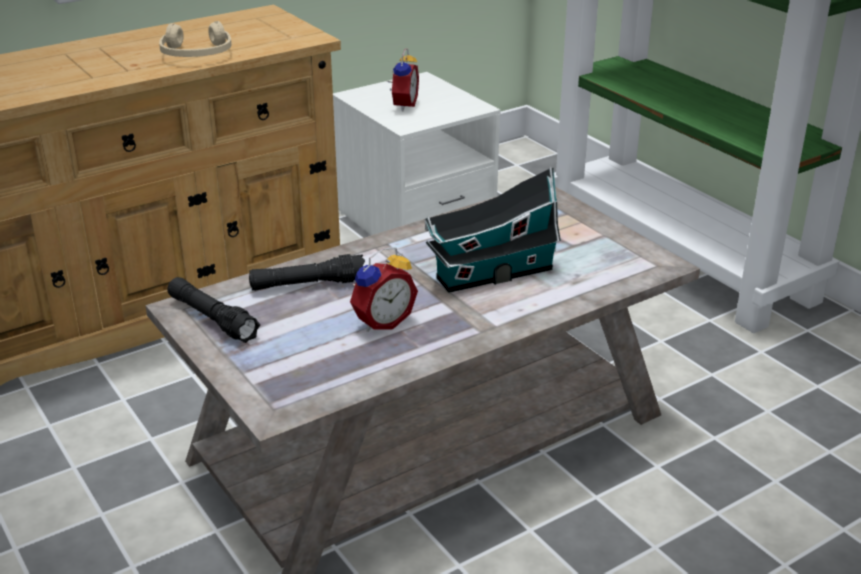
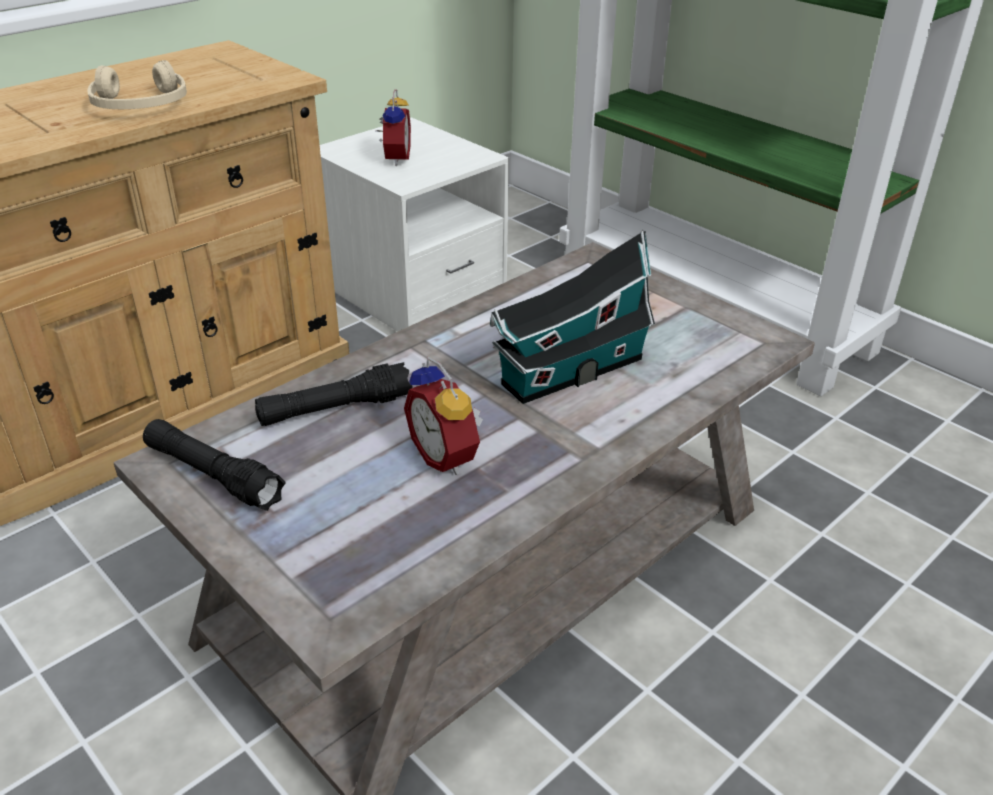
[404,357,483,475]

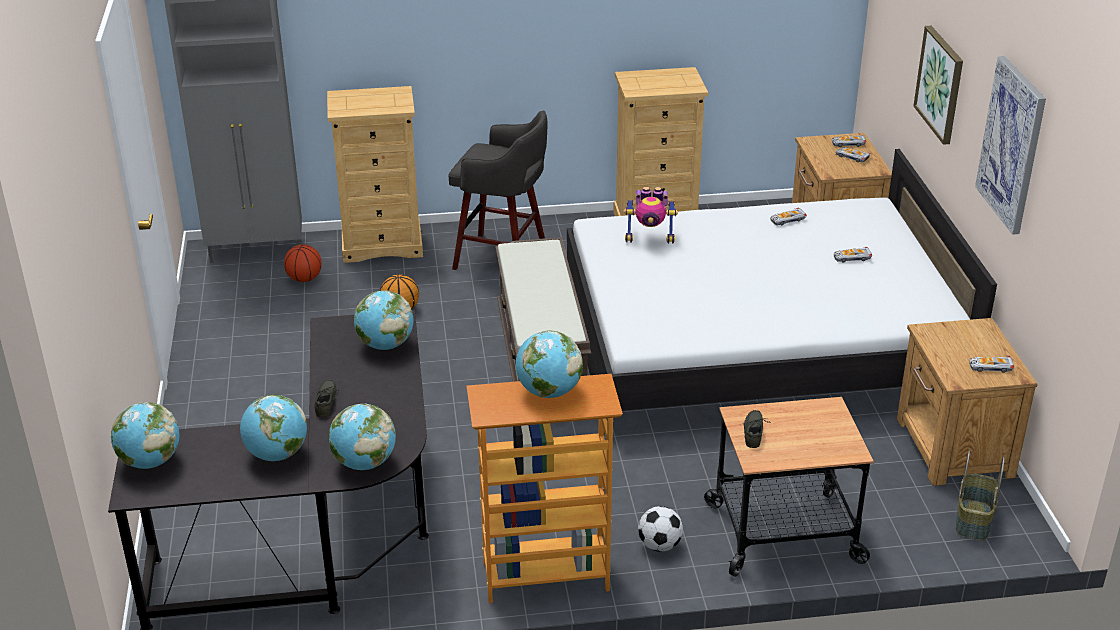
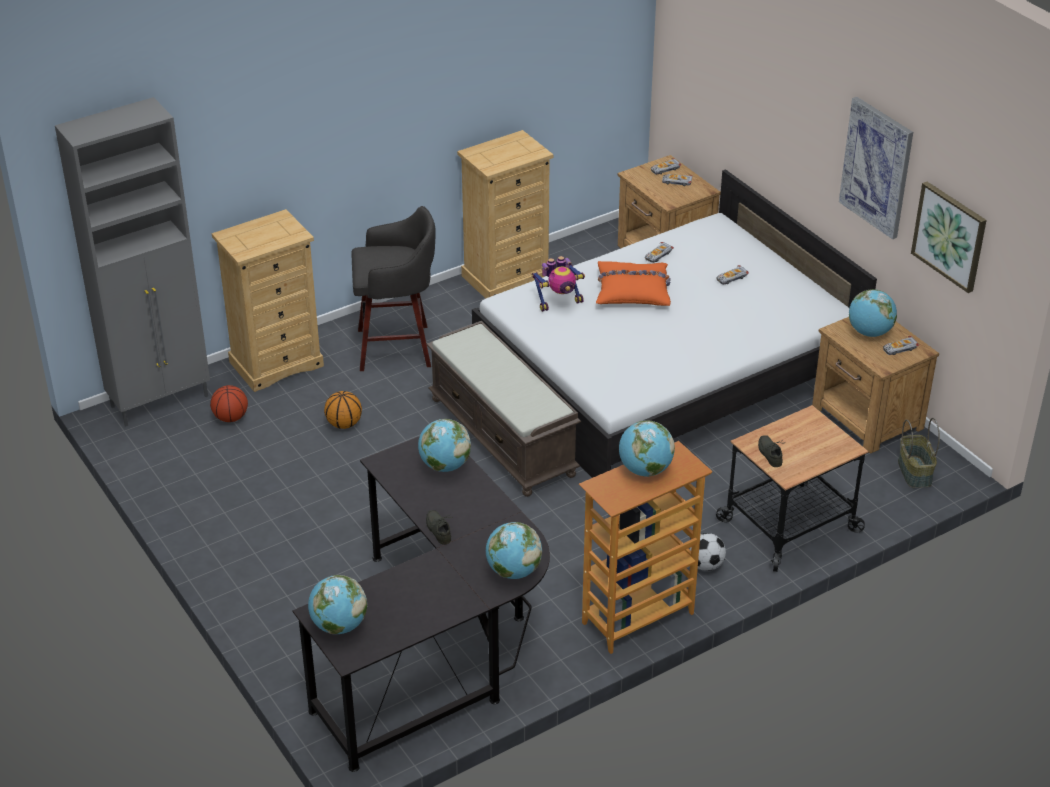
[596,261,671,306]
[849,289,897,337]
[911,182,987,293]

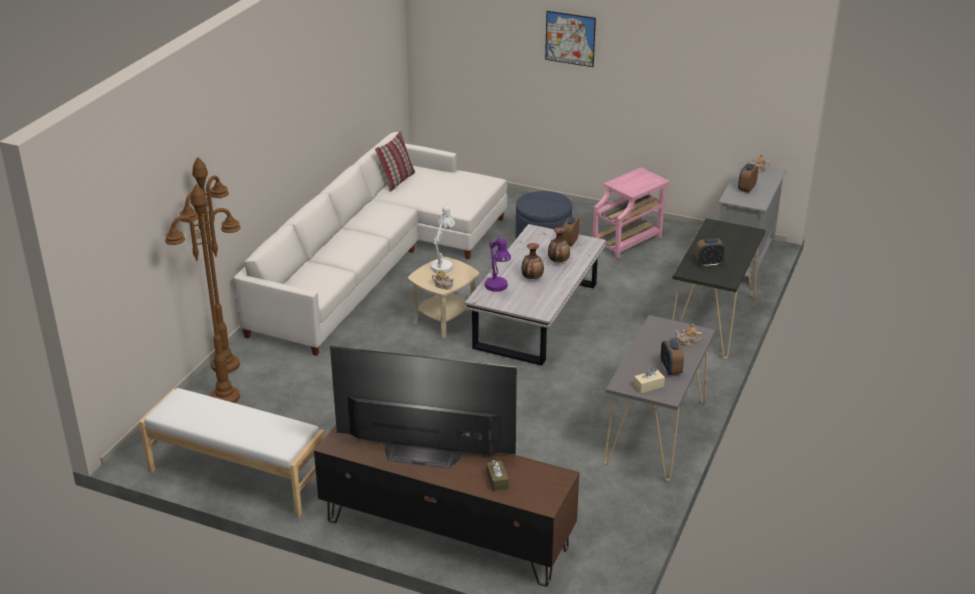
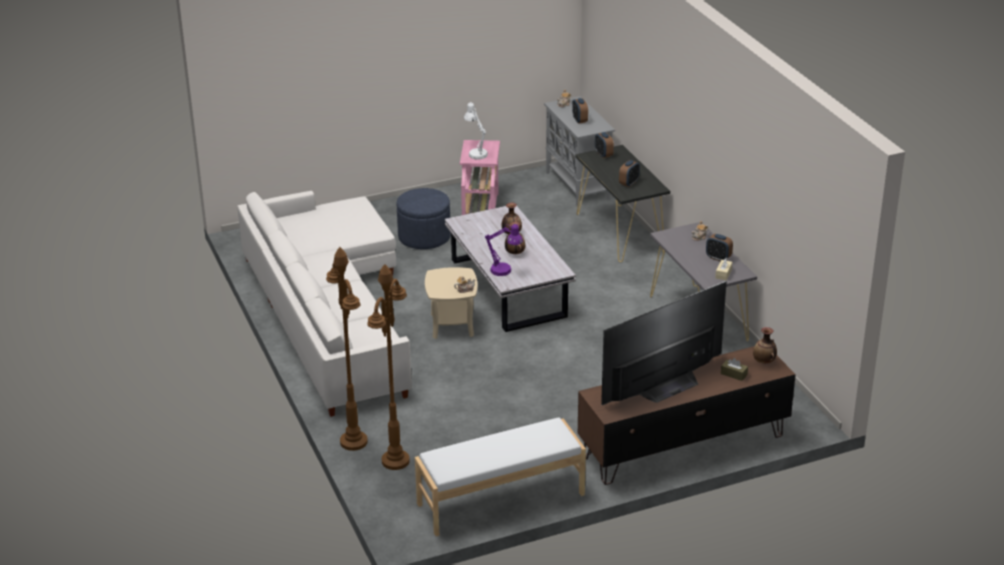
[375,131,415,192] (first image)
[545,11,596,67] (first image)
[753,327,777,363]
[464,102,488,160]
[595,132,614,158]

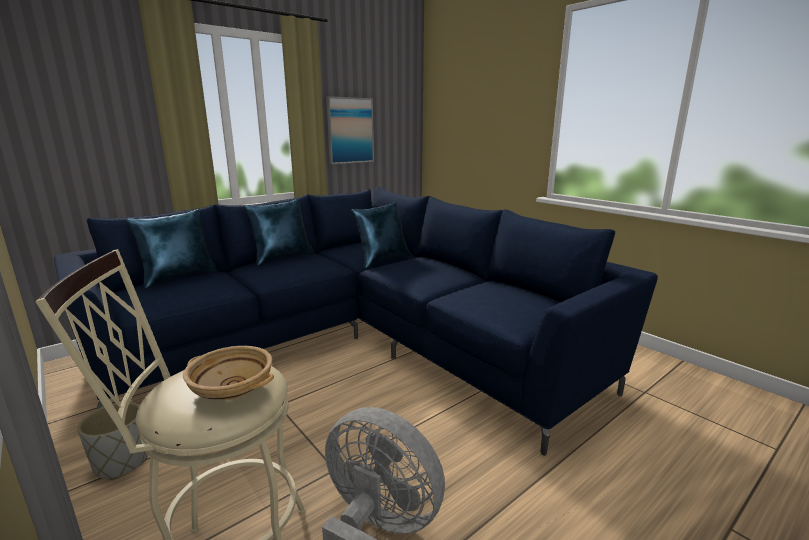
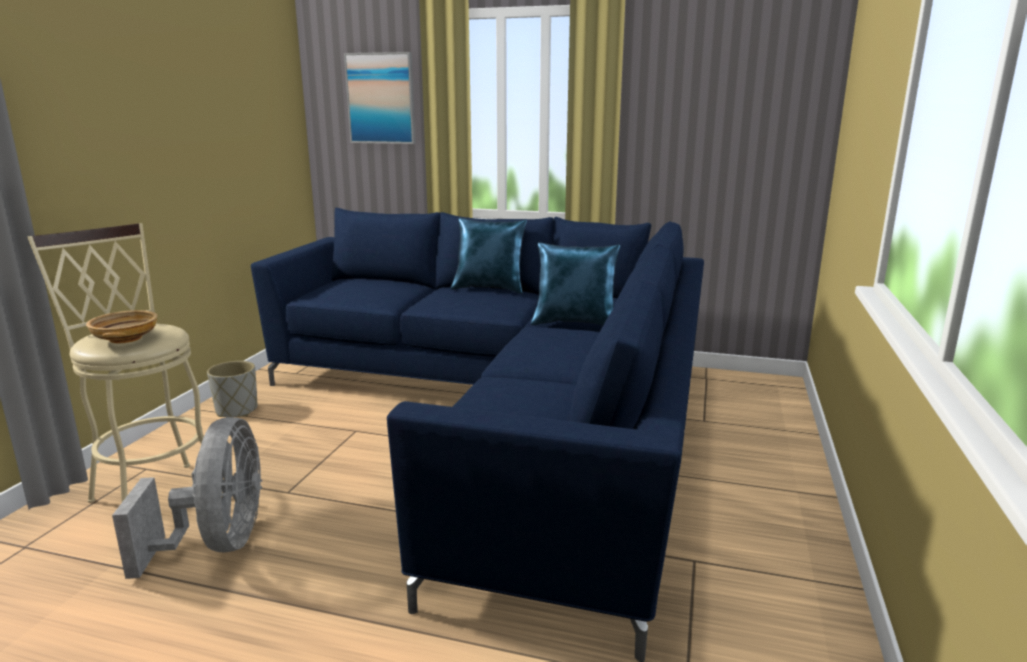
[126,209,219,289] (first image)
[344,52,416,144]

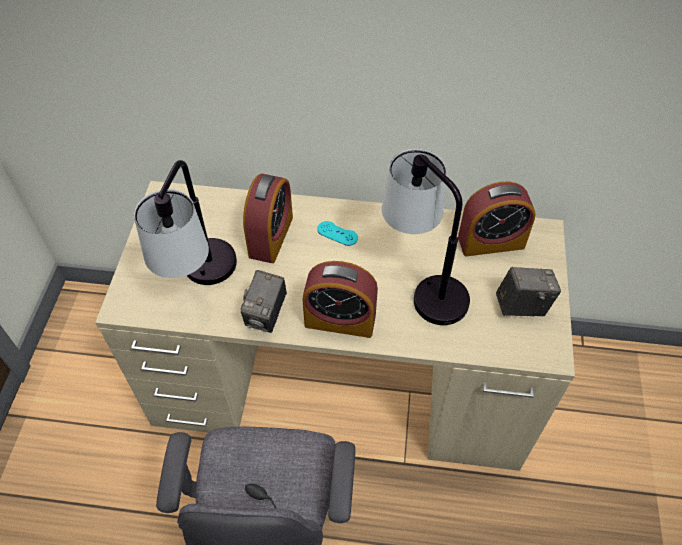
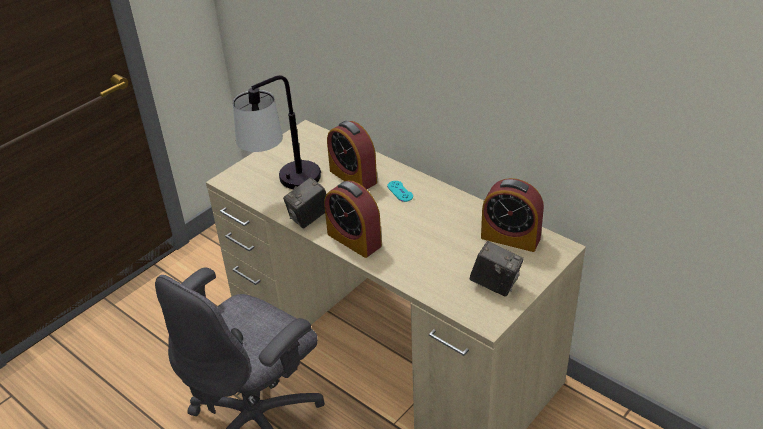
[382,149,470,325] (first image)
[327,121,377,189]

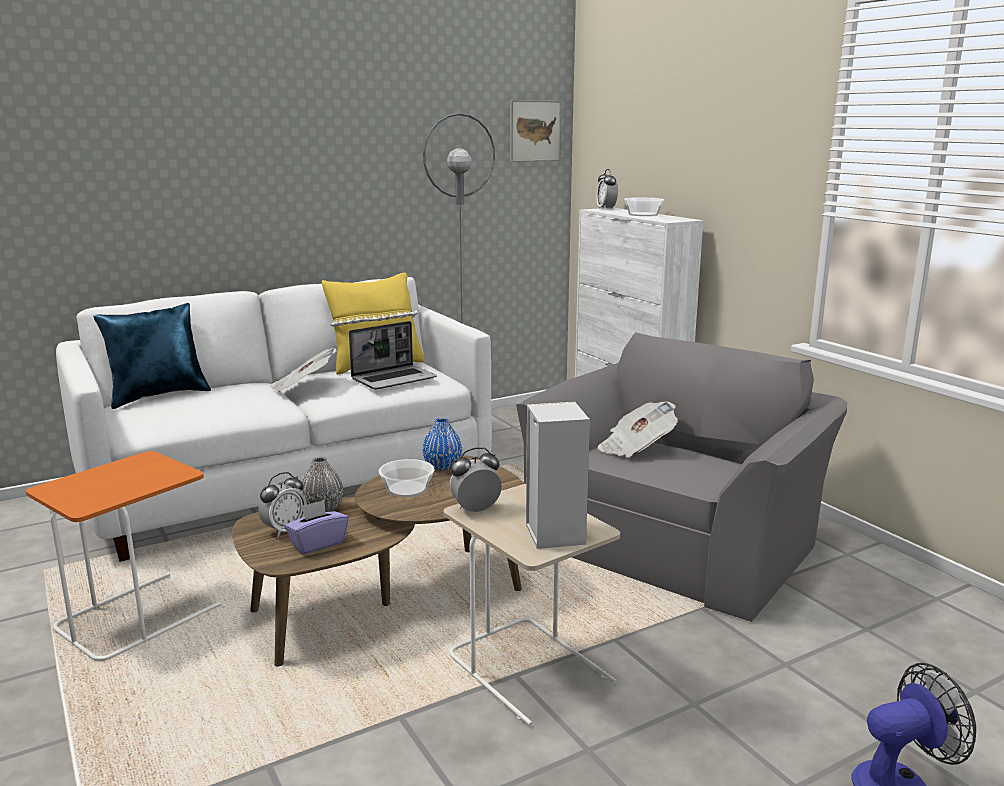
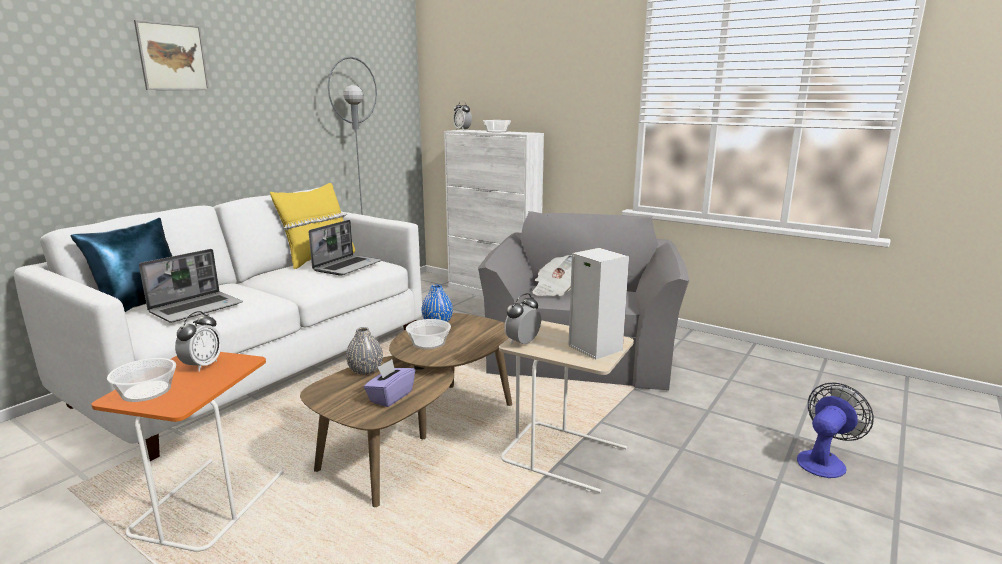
[271,348,337,392] (first image)
[107,358,176,402]
[139,249,243,323]
[175,311,222,372]
[134,20,209,90]

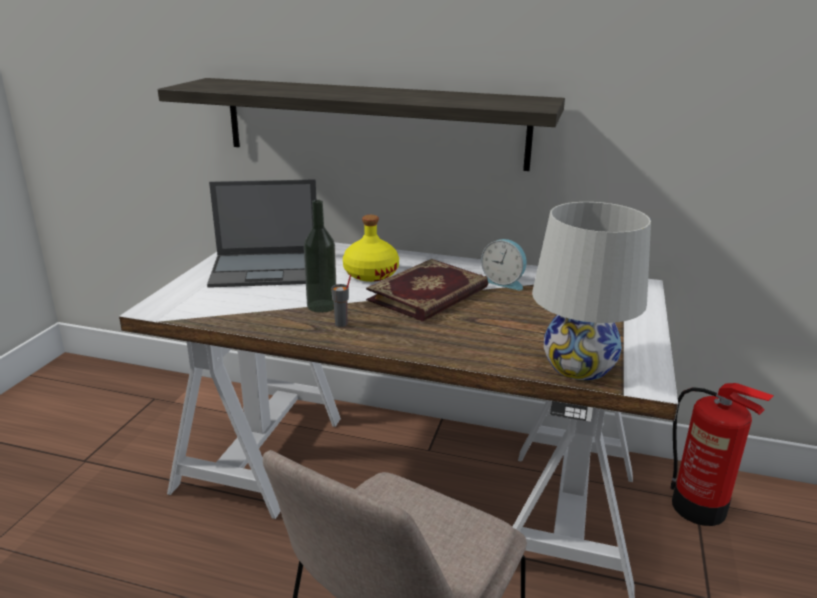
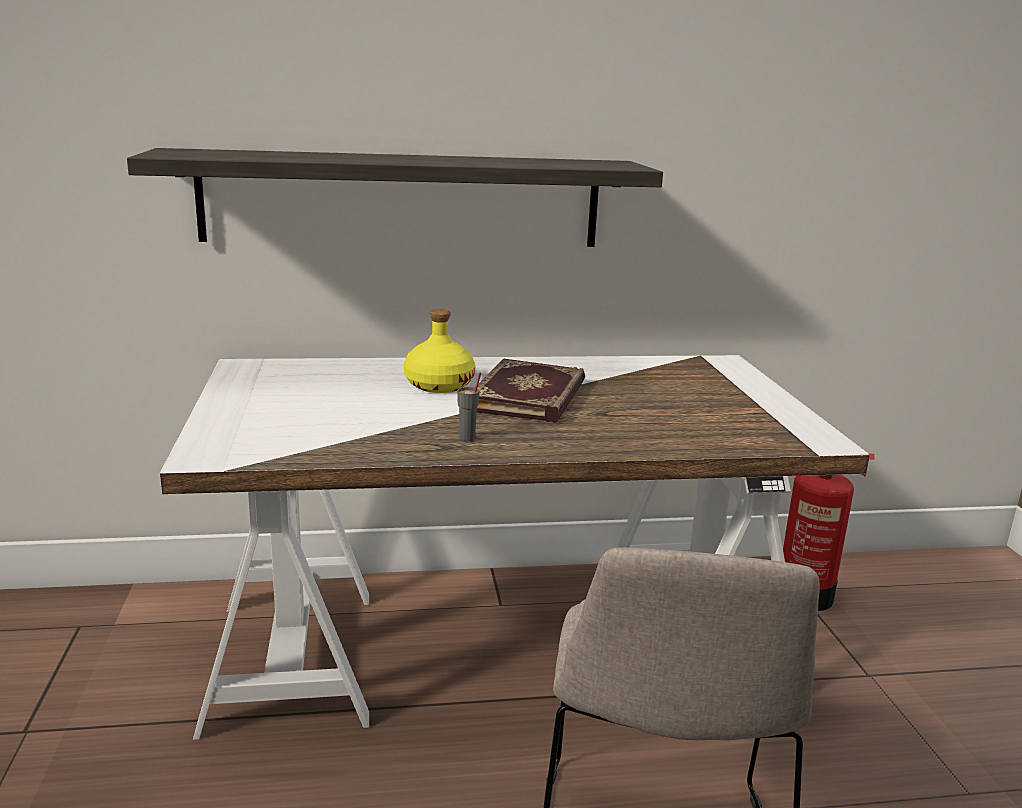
[207,179,316,288] (first image)
[304,200,336,313] (first image)
[481,239,527,290] (first image)
[532,202,651,381] (first image)

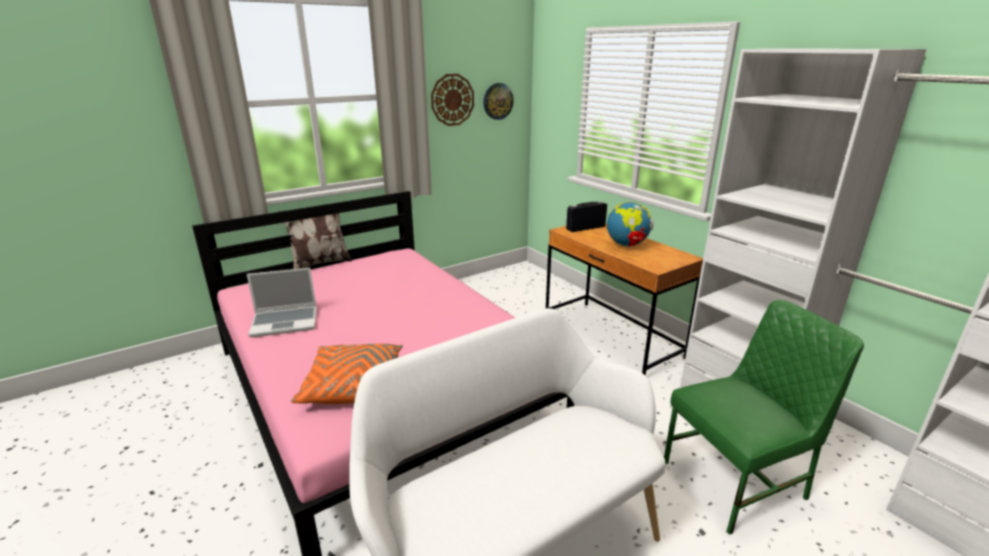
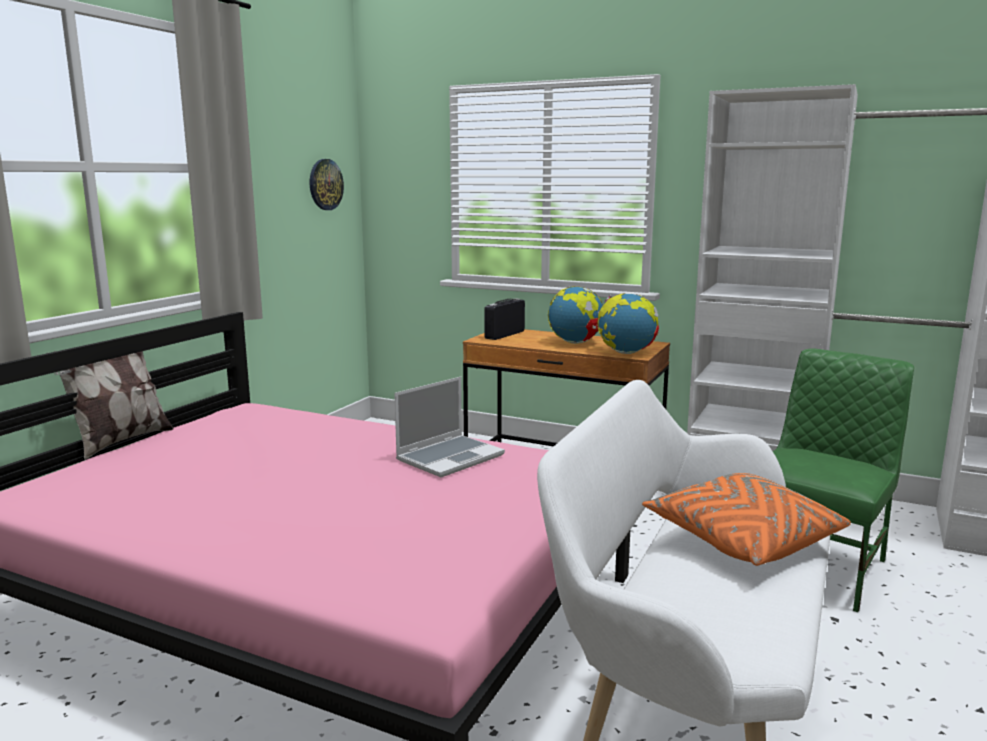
[431,74,474,126] (first image)
[597,293,659,354]
[394,377,505,477]
[642,473,851,566]

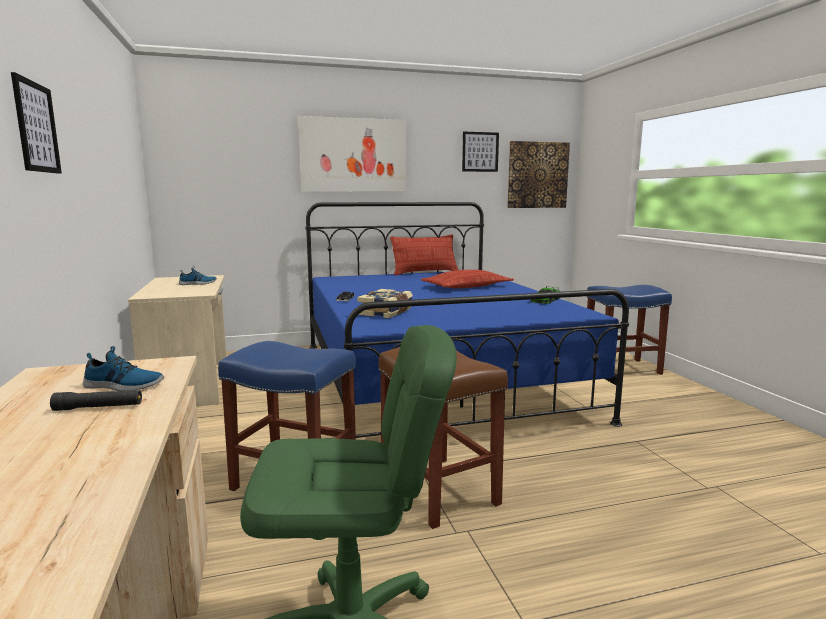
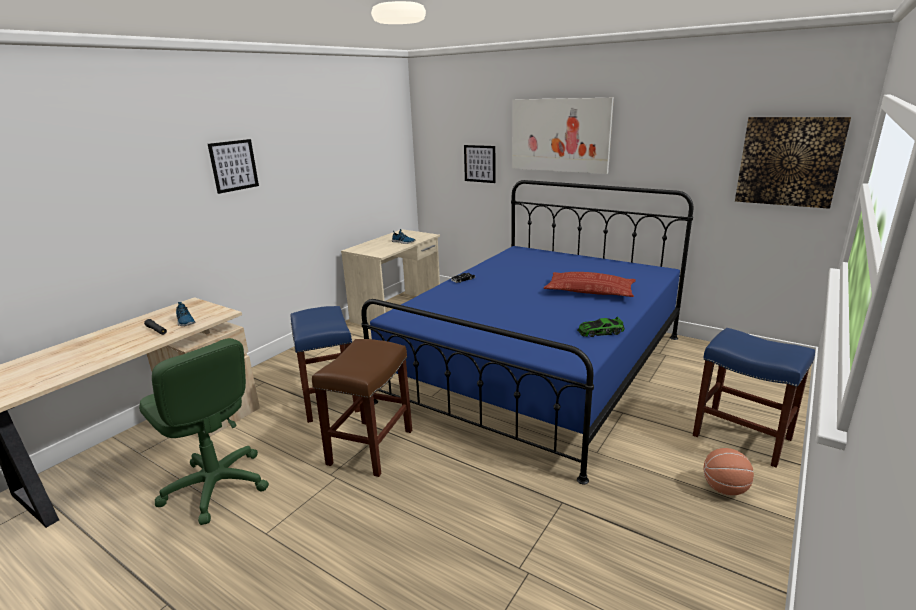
[357,289,413,318] (first image)
[390,234,458,275] (first image)
[703,448,754,496]
[464,145,496,183]

